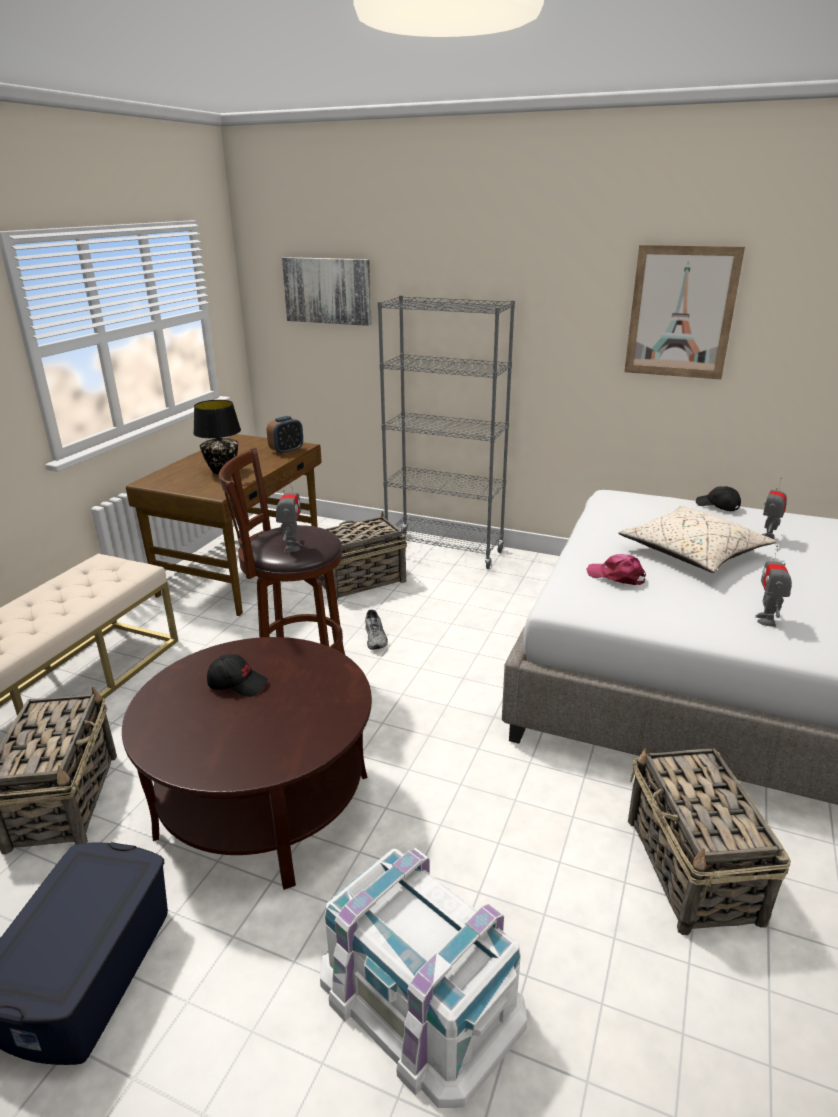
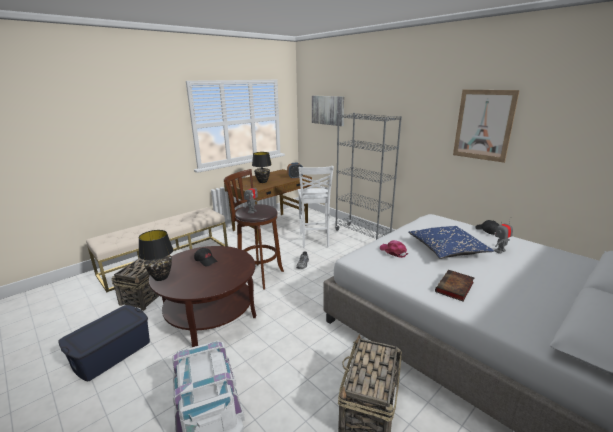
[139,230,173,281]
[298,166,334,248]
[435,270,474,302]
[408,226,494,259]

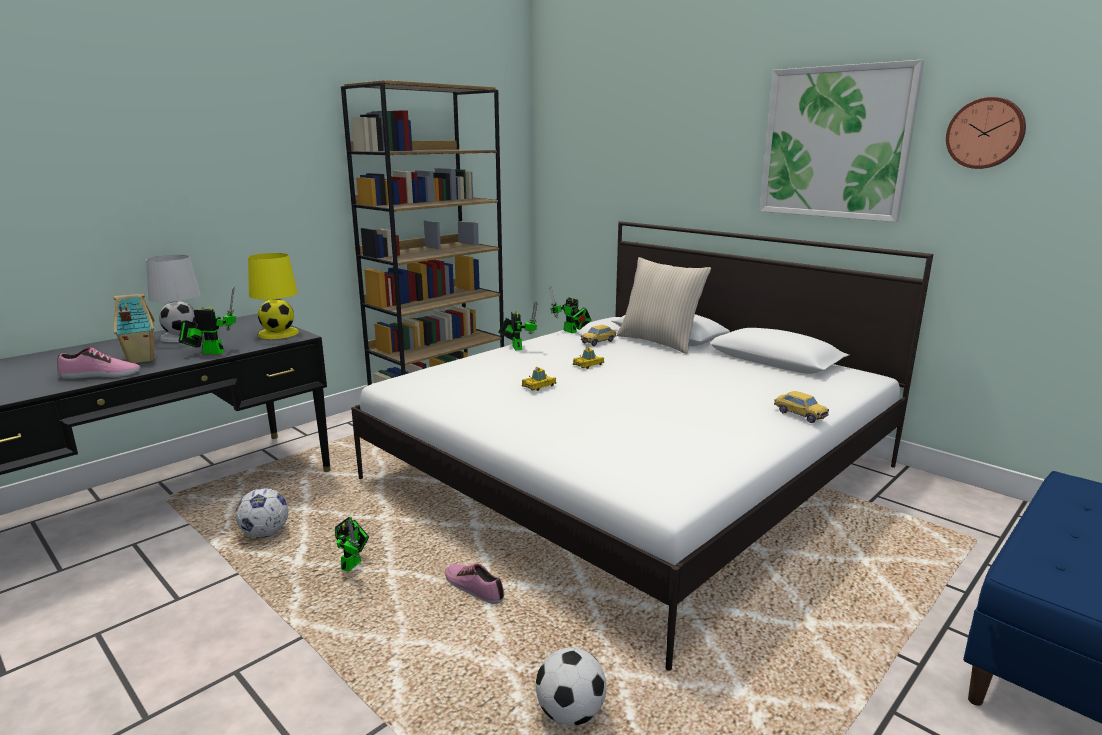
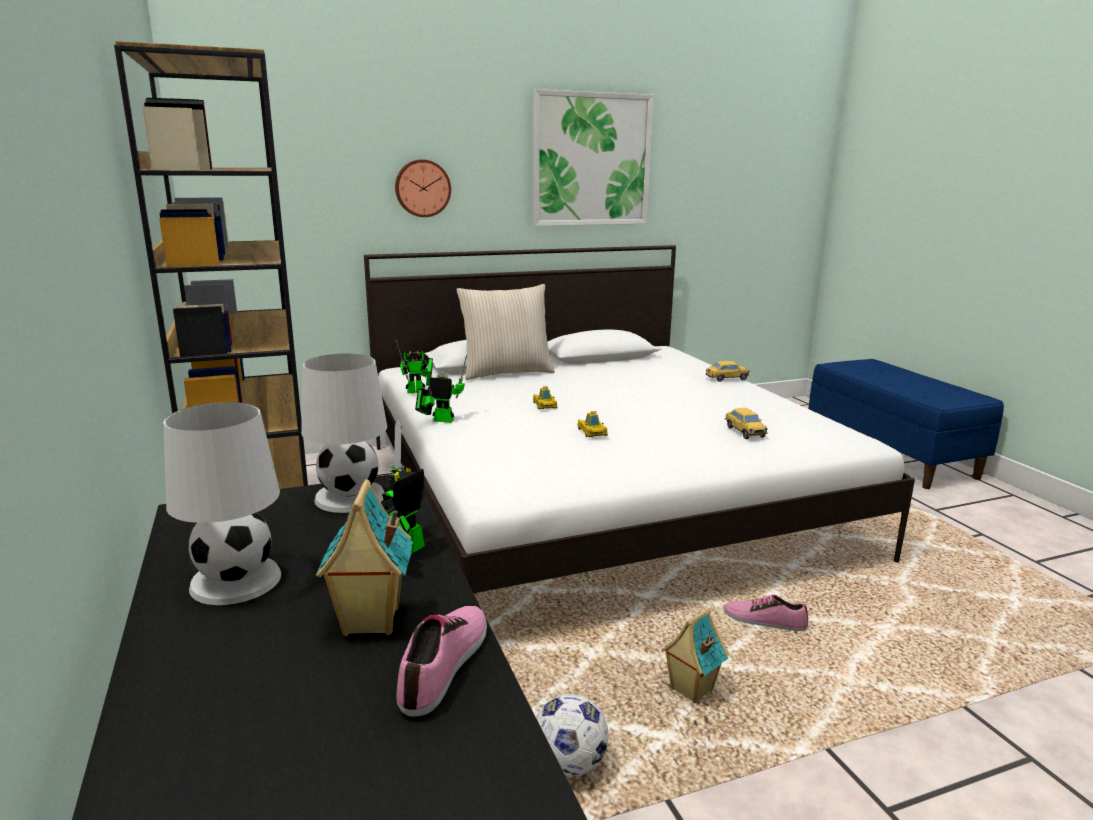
[536,648,606,726] (first image)
[725,408,767,439]
[395,159,451,217]
[662,608,729,703]
[301,354,387,513]
[724,595,808,631]

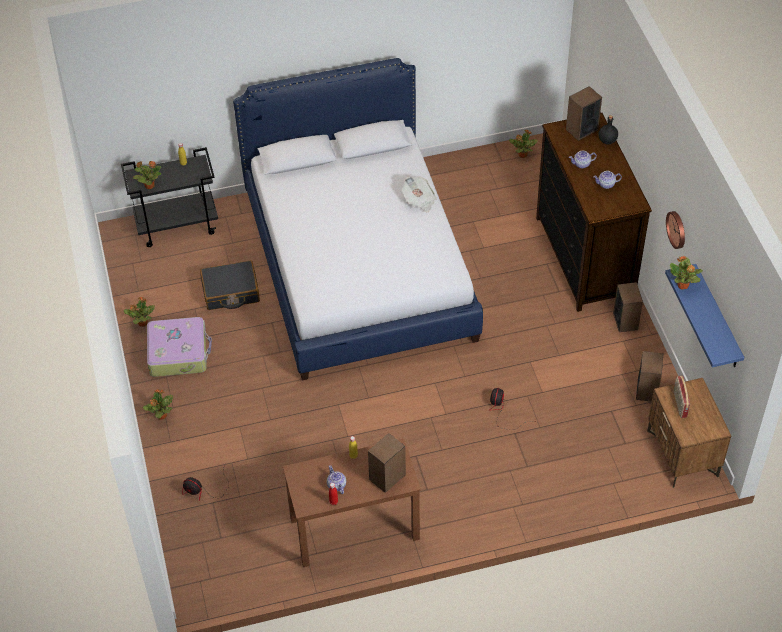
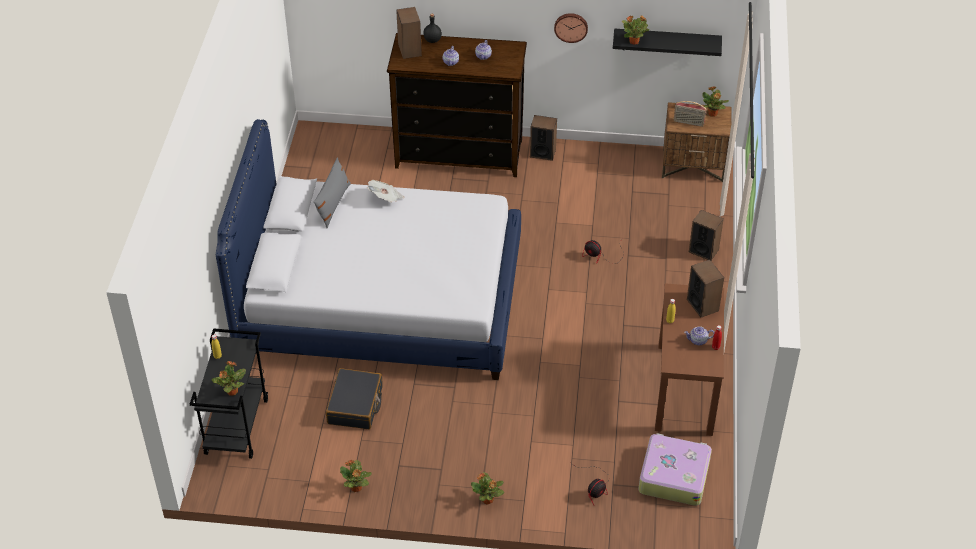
[314,157,351,228]
[639,433,712,506]
[703,86,729,117]
[689,210,724,260]
[613,28,722,56]

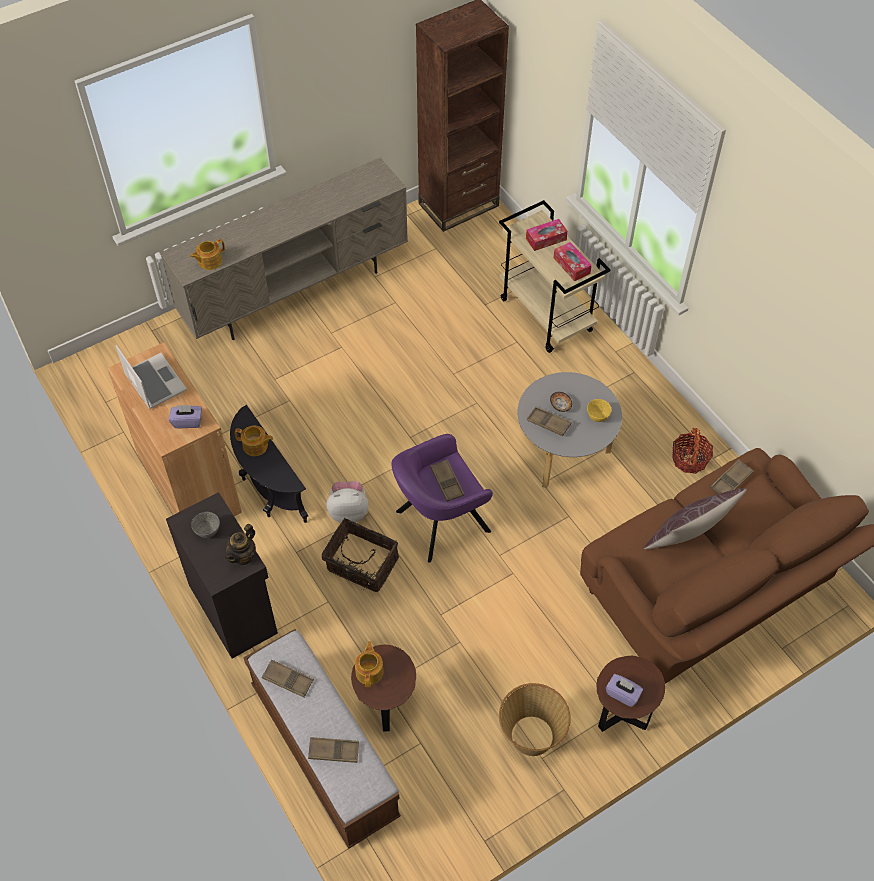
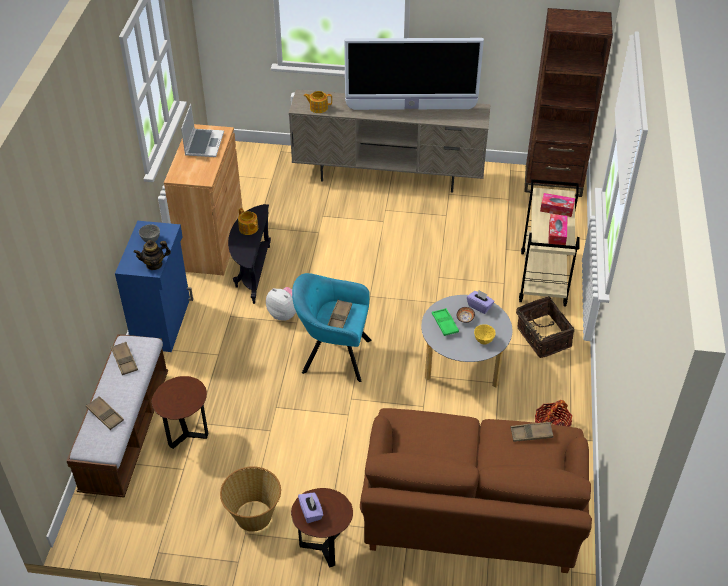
[355,641,383,688] (first image)
[644,488,747,549] (first image)
[344,38,484,110]
[467,290,494,314]
[516,296,574,358]
[115,221,193,352]
[292,273,371,382]
[432,308,459,336]

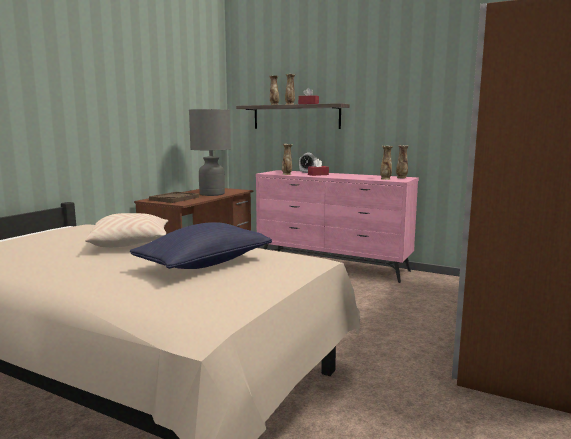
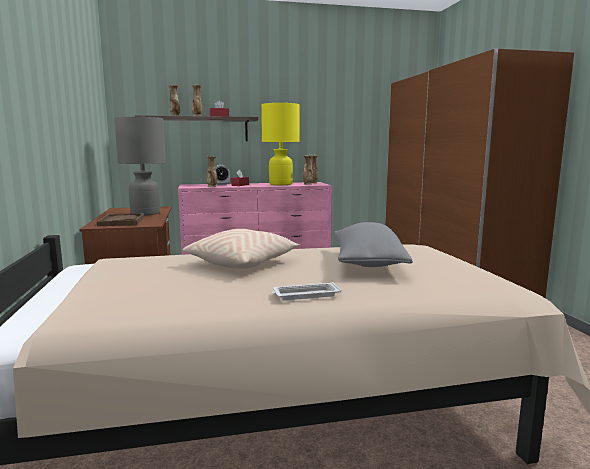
[261,103,299,185]
[272,282,341,300]
[334,222,413,267]

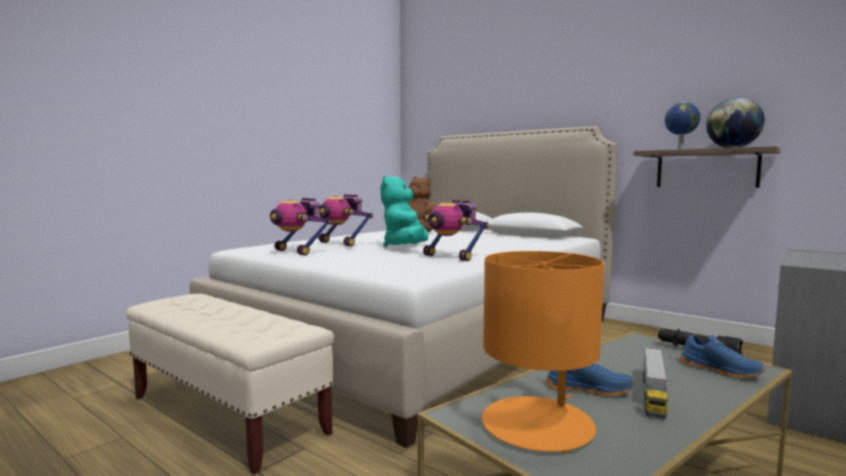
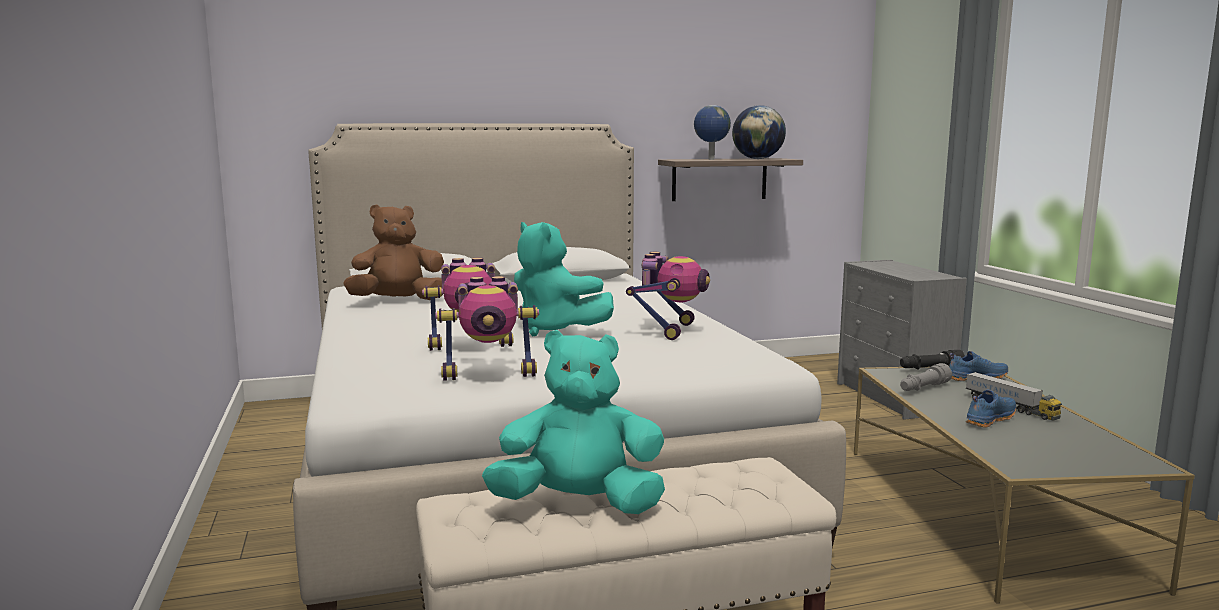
[482,251,604,454] (first image)
[482,330,665,514]
[900,363,952,391]
[626,252,710,340]

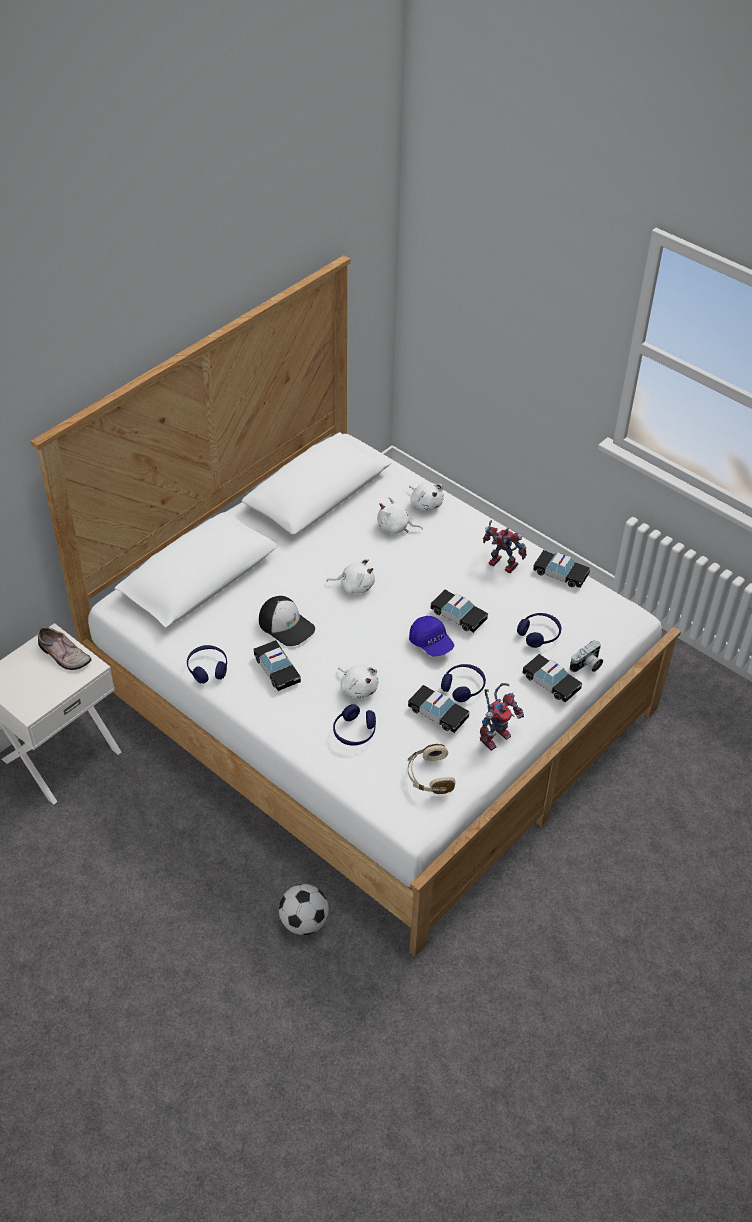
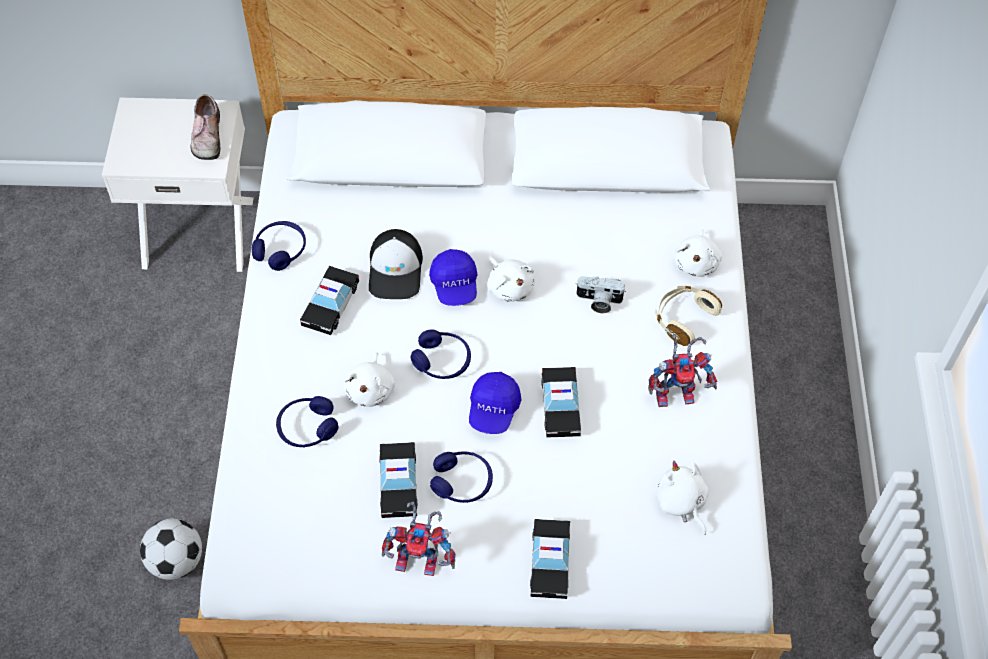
[533,550,590,588] (first image)
[429,249,478,306]
[656,461,709,535]
[655,286,722,346]
[410,330,471,379]
[576,276,626,313]
[648,334,717,407]

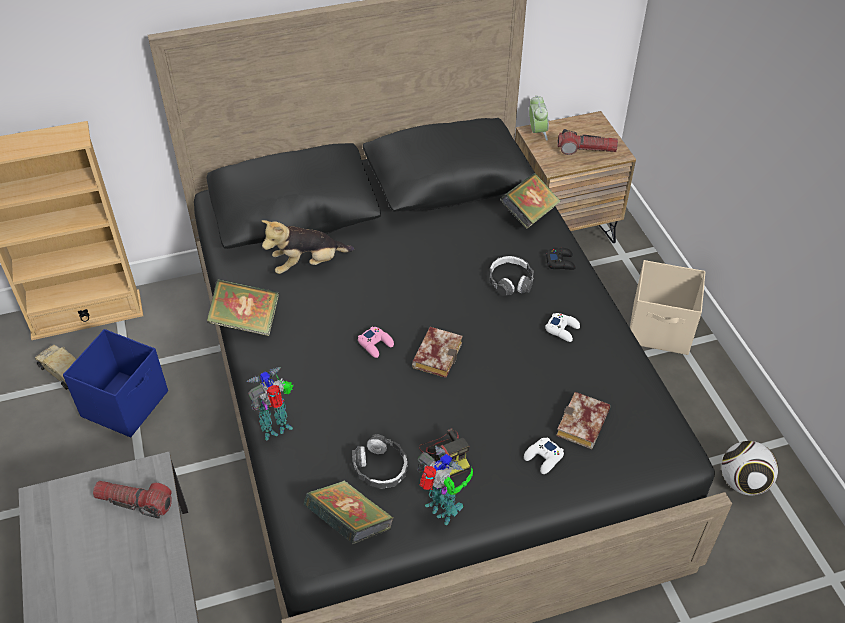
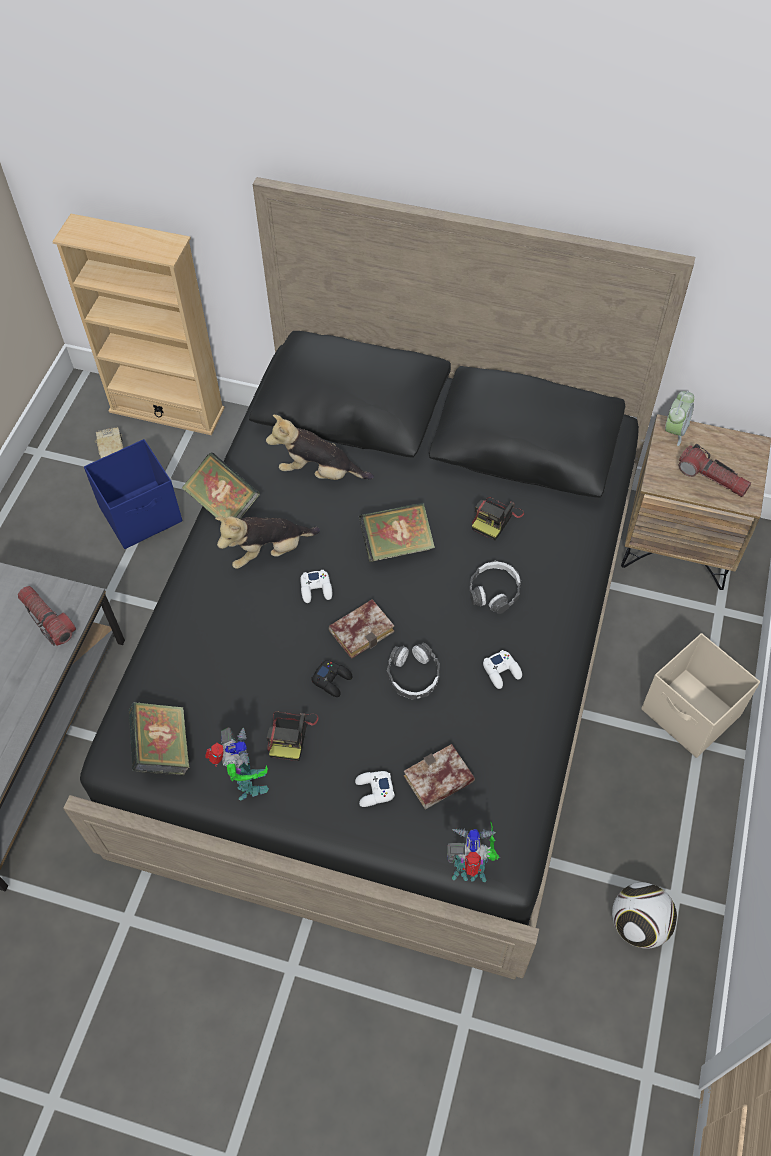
[215,516,320,569]
[472,497,524,541]
[447,821,500,882]
[387,643,440,700]
[359,503,435,562]
[311,660,352,697]
[300,570,332,603]

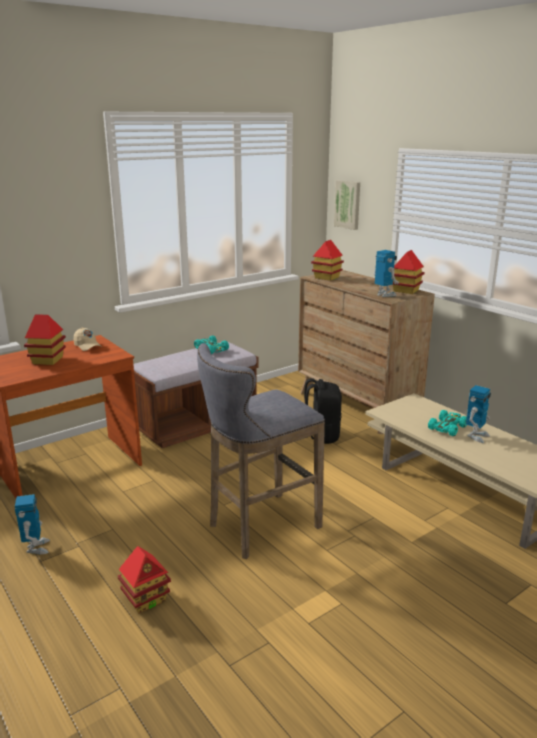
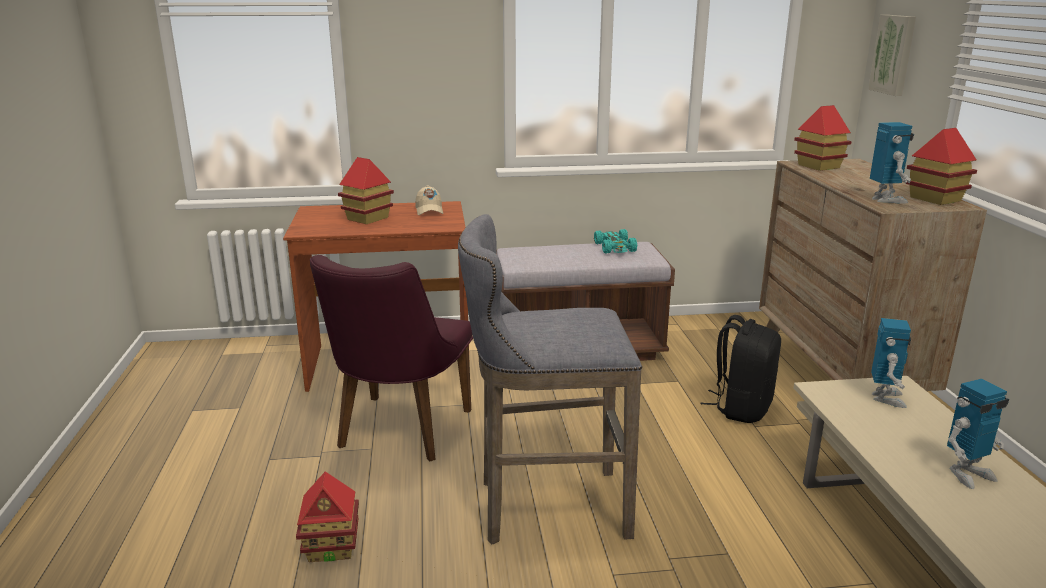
[428,410,467,436] (first image)
[310,255,473,462]
[871,318,911,408]

